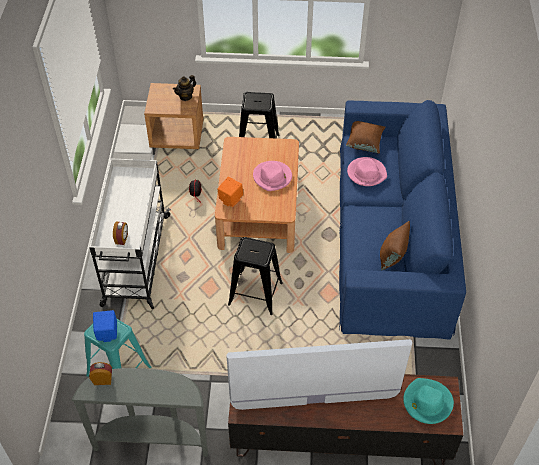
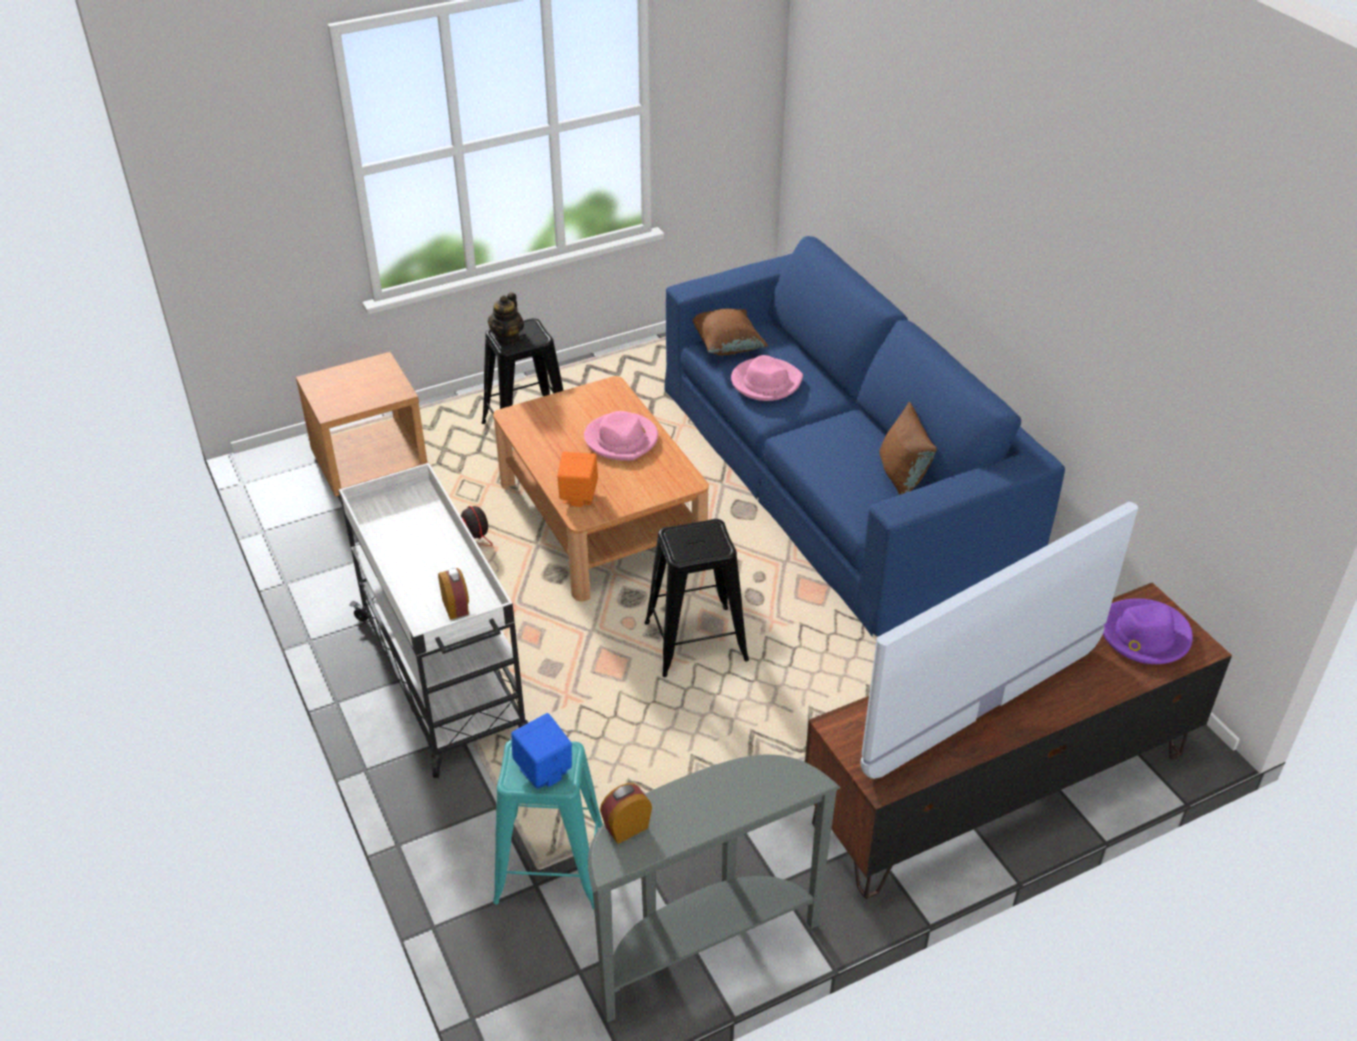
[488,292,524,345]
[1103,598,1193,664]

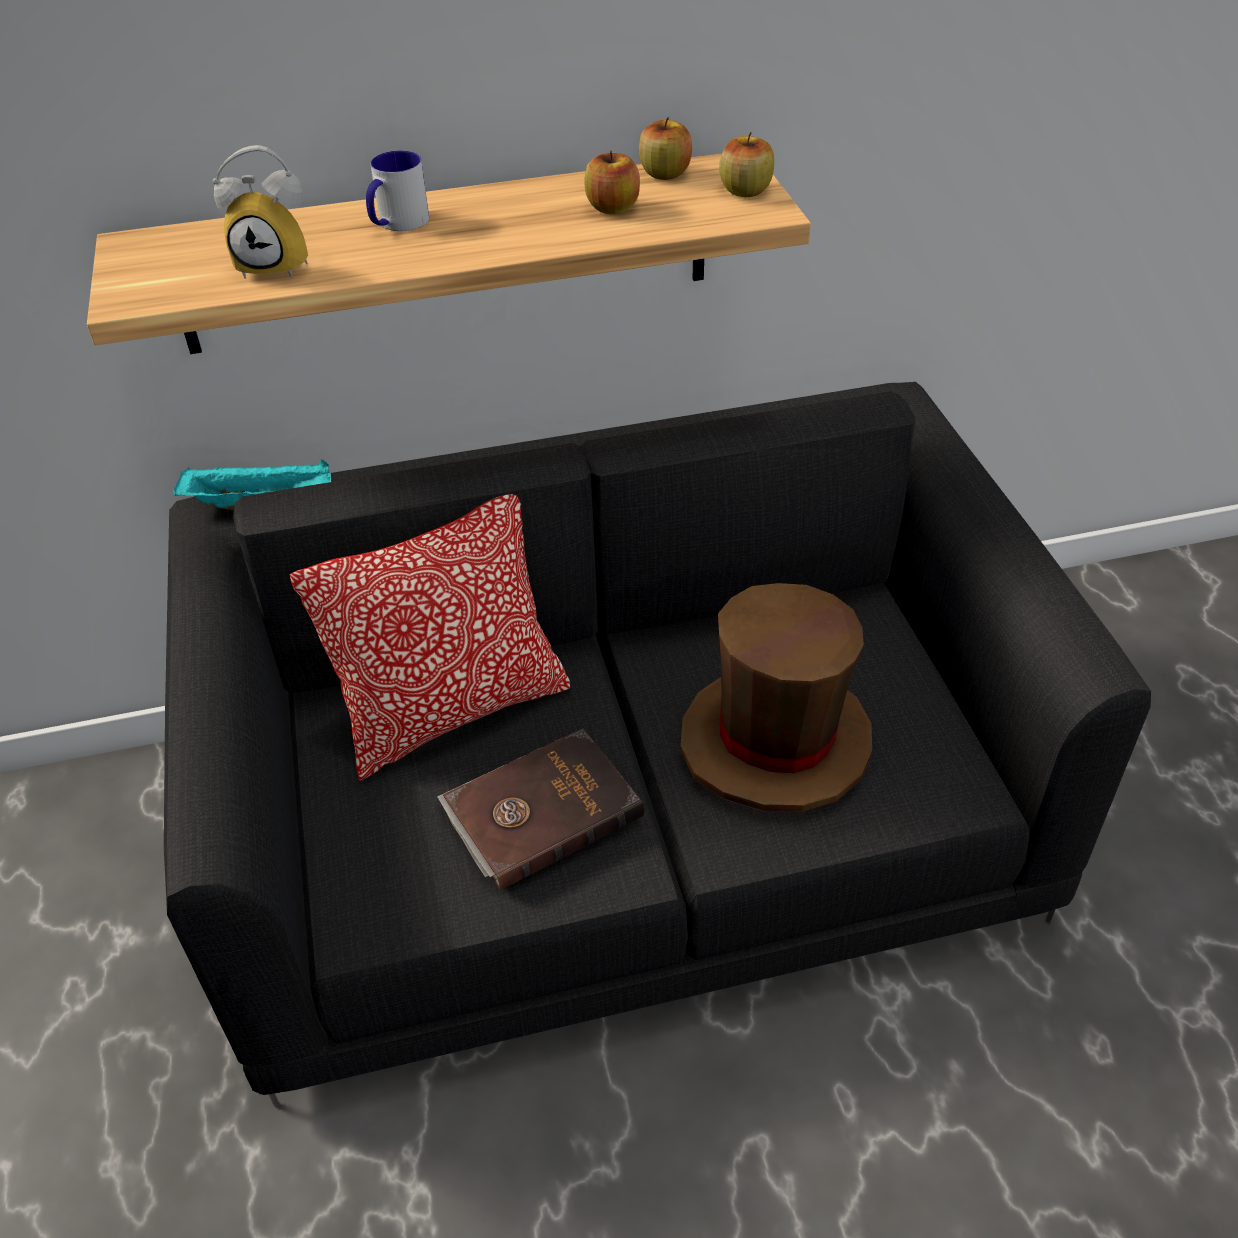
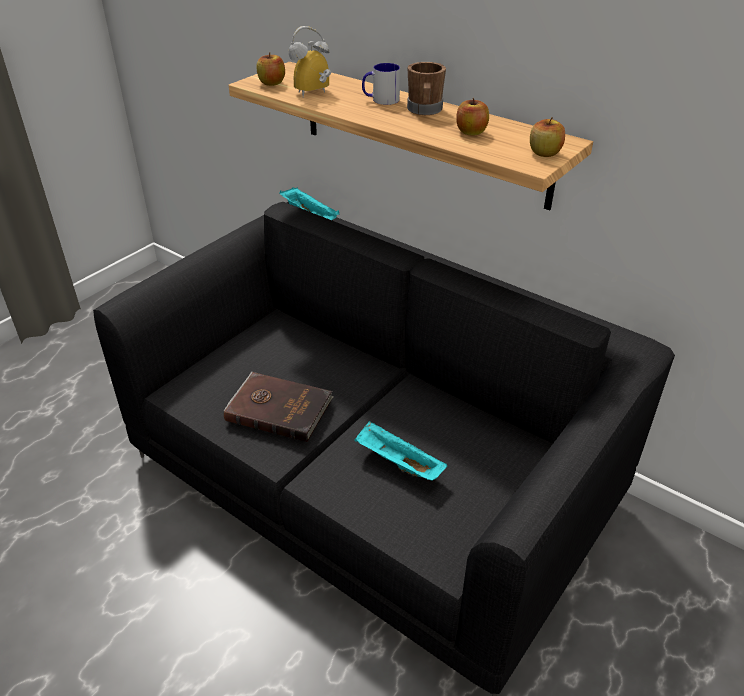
[289,26,331,97]
[290,494,570,781] (first image)
[256,52,285,86]
[354,421,447,480]
[407,62,446,115]

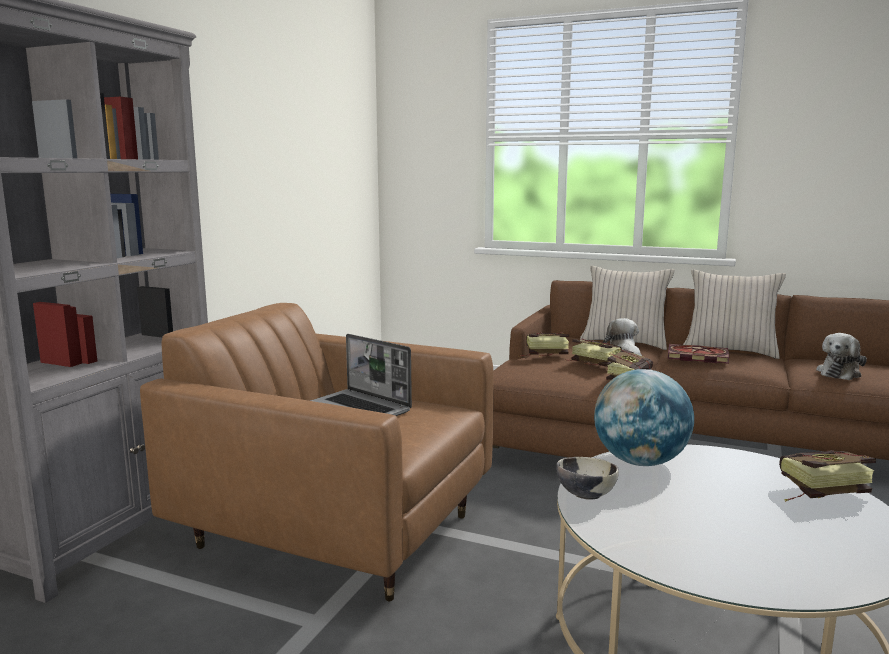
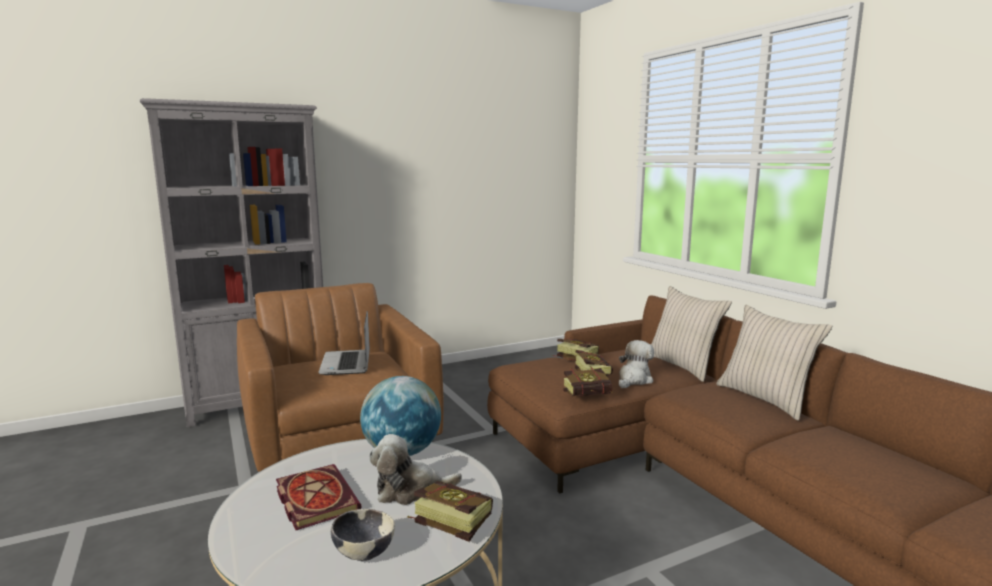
[331,509,395,561]
[276,464,361,530]
[369,434,462,505]

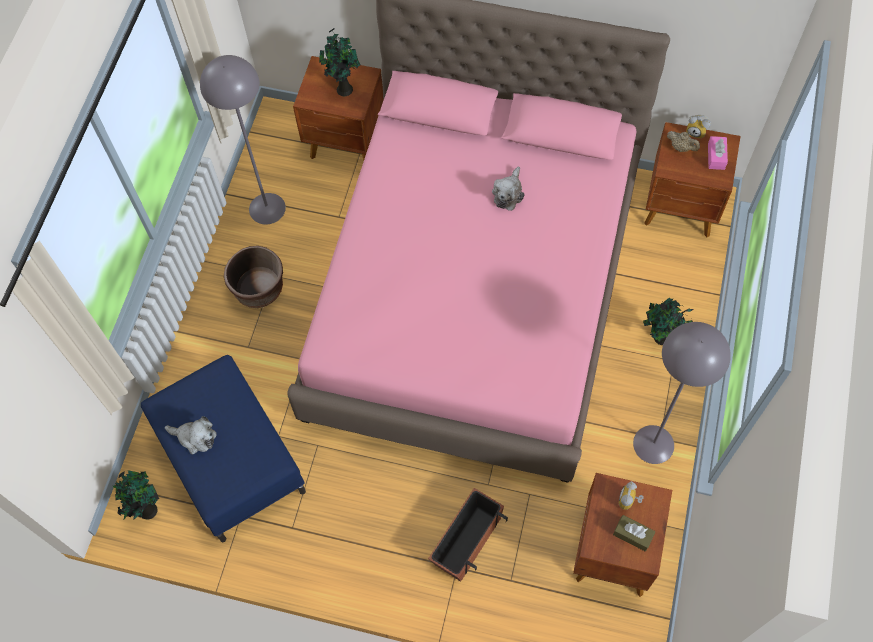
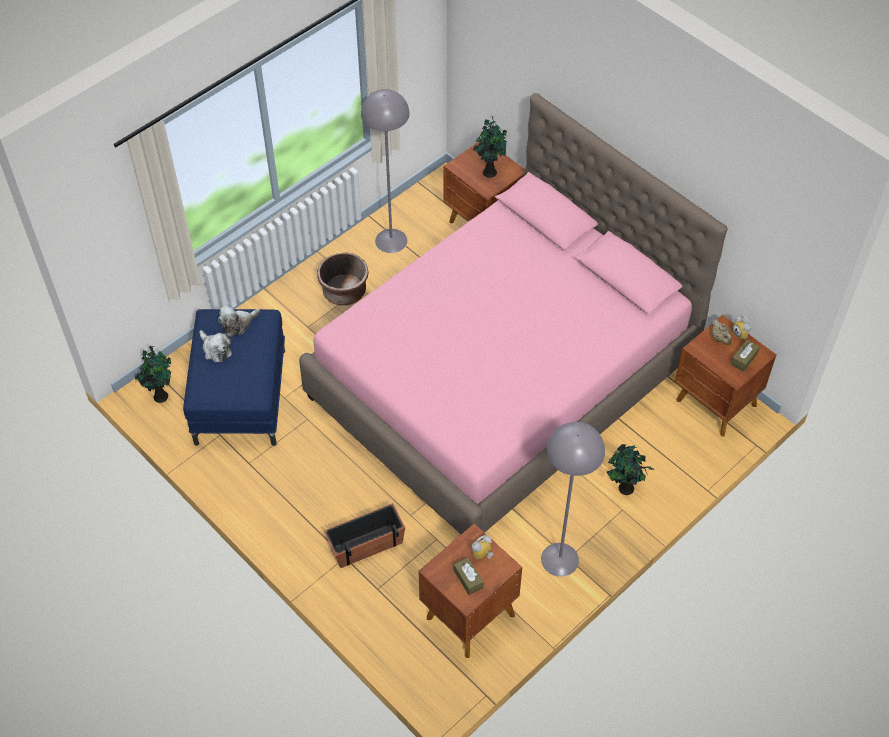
[218,306,260,337]
[731,340,760,372]

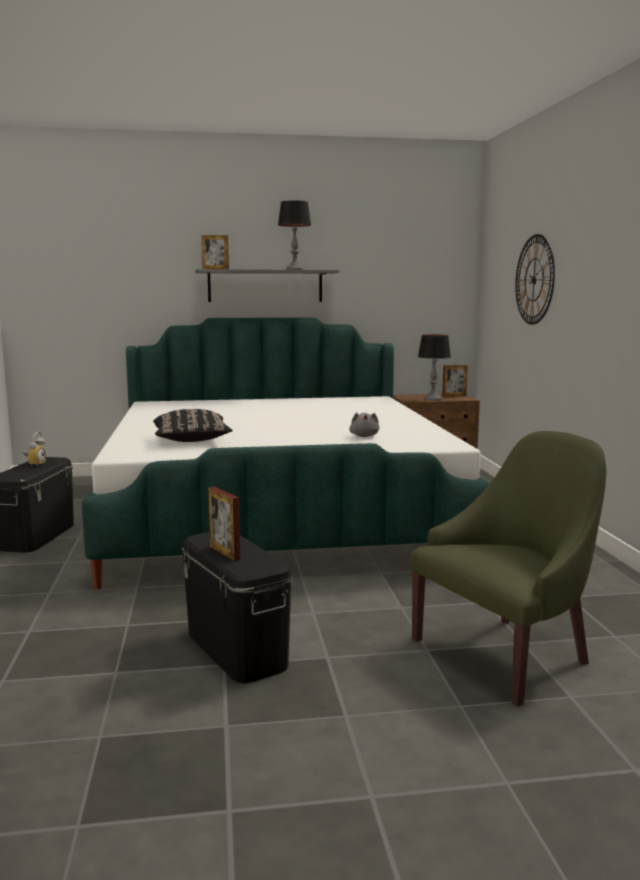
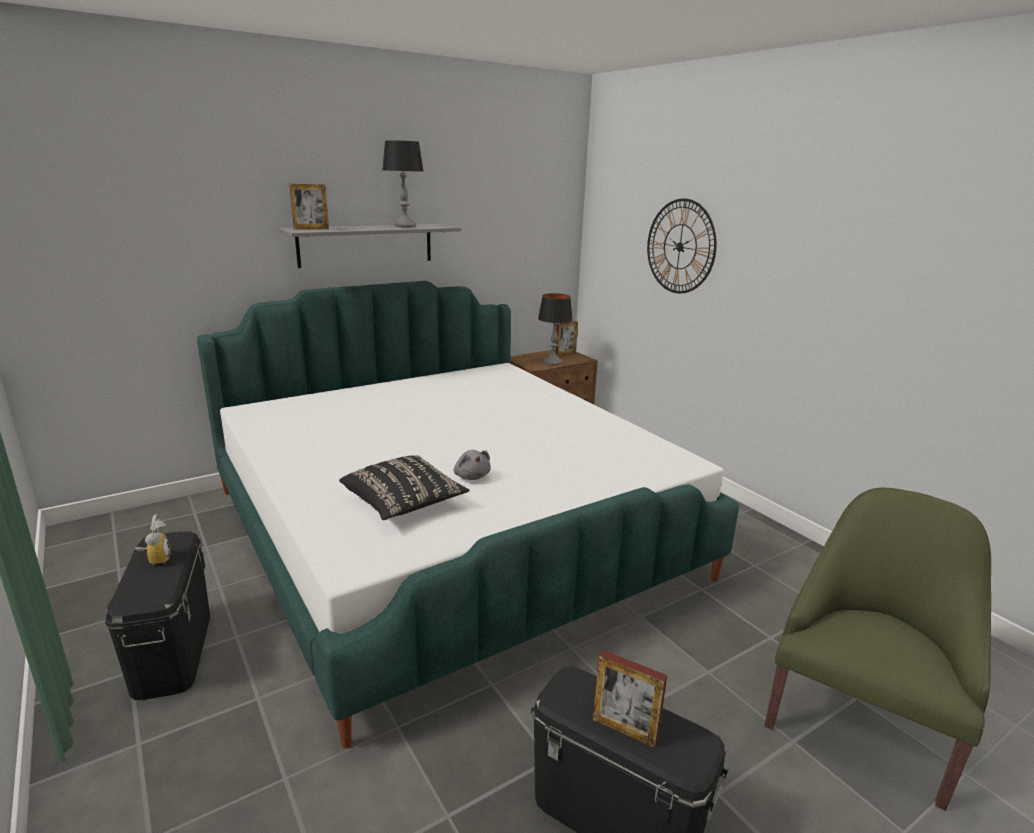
[454,450,491,480]

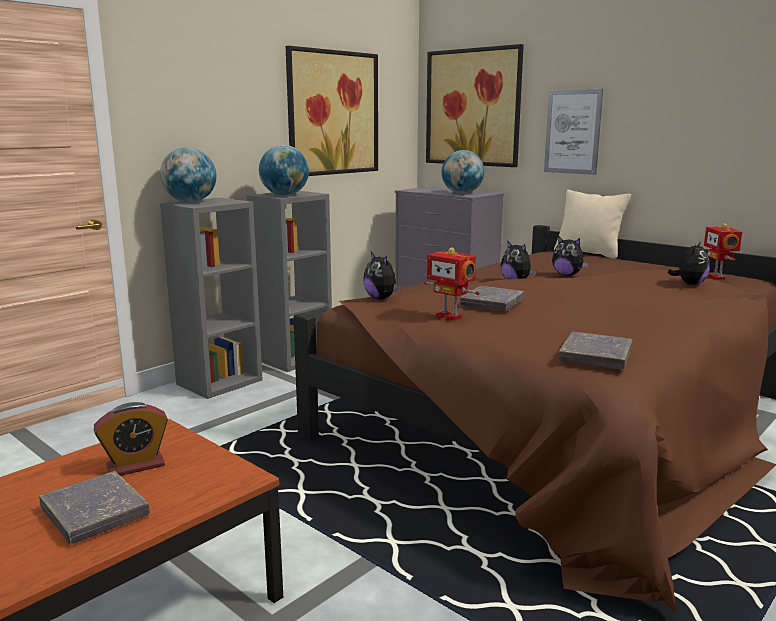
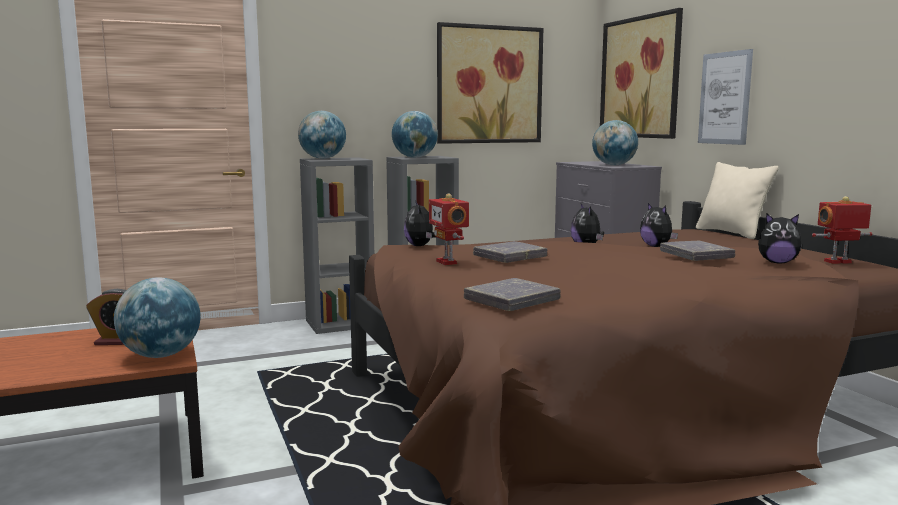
[660,241,735,261]
[758,214,802,264]
[812,196,872,264]
[114,277,201,358]

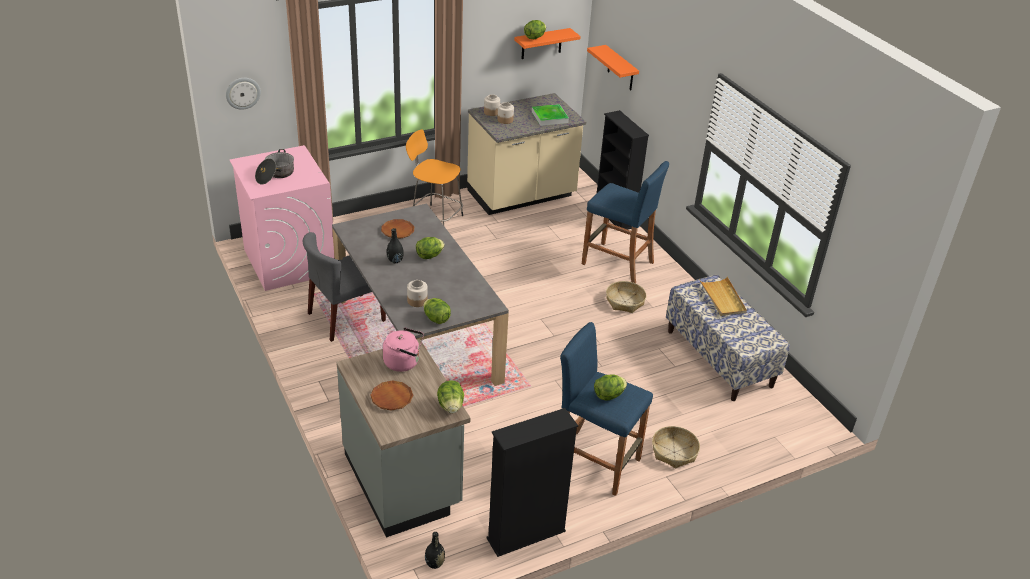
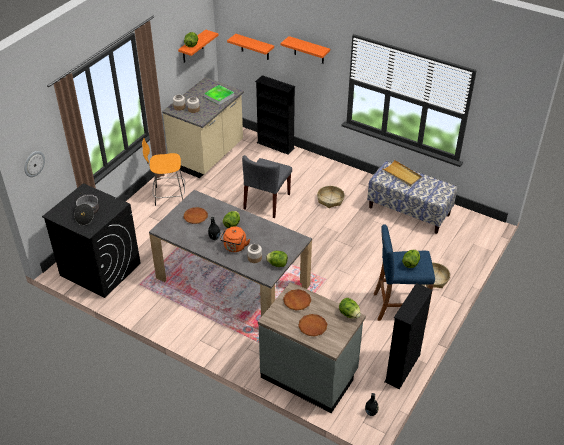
[42,183,140,298]
[242,155,292,218]
[283,289,311,310]
[582,161,669,283] (first image)
[220,226,250,252]
[280,36,330,64]

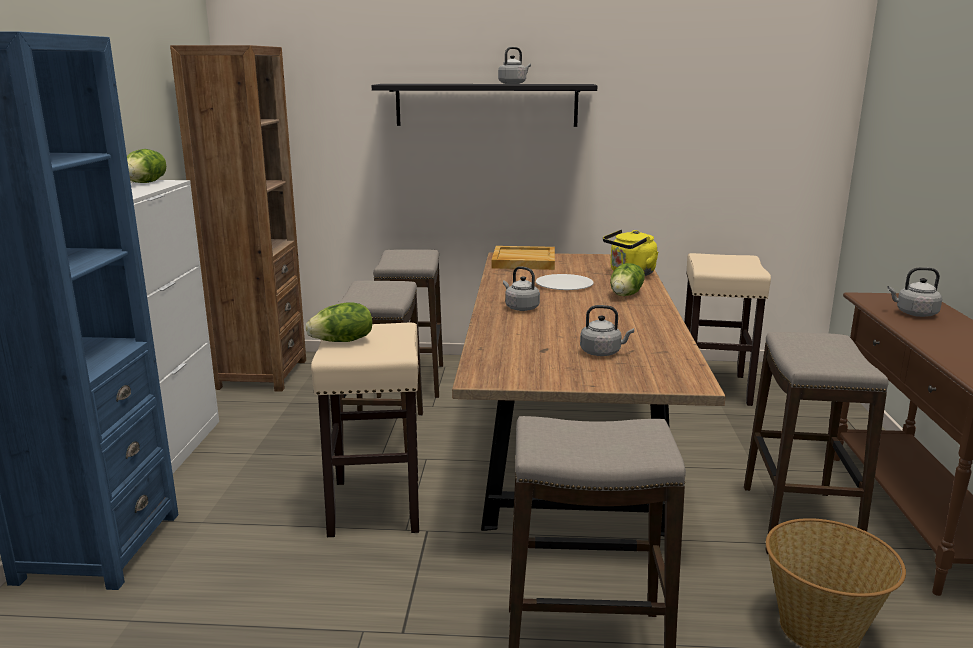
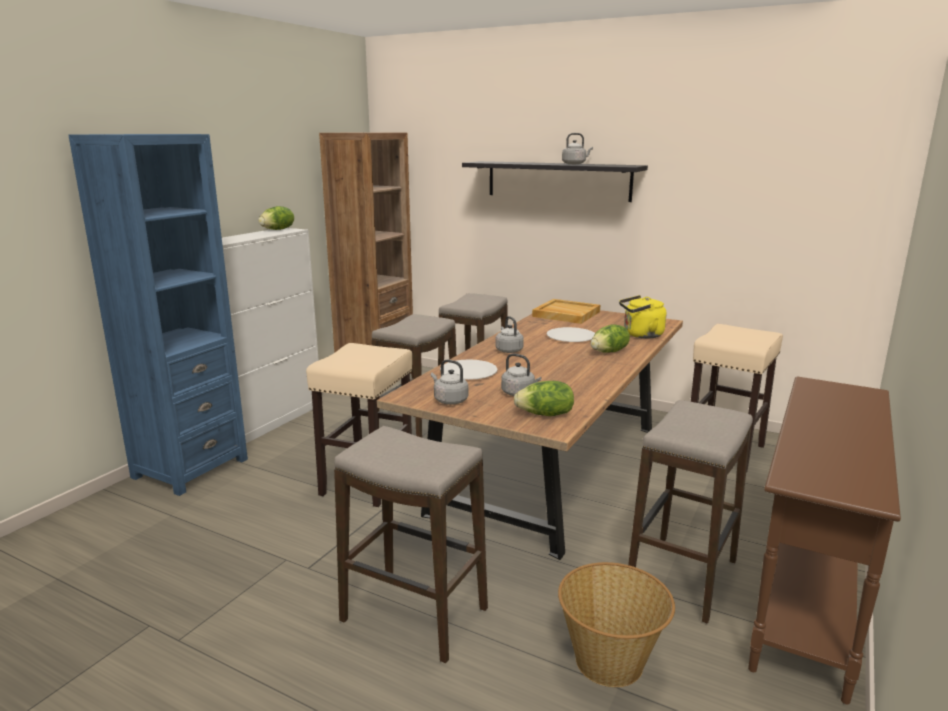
[514,381,574,416]
[431,359,469,405]
[440,359,498,380]

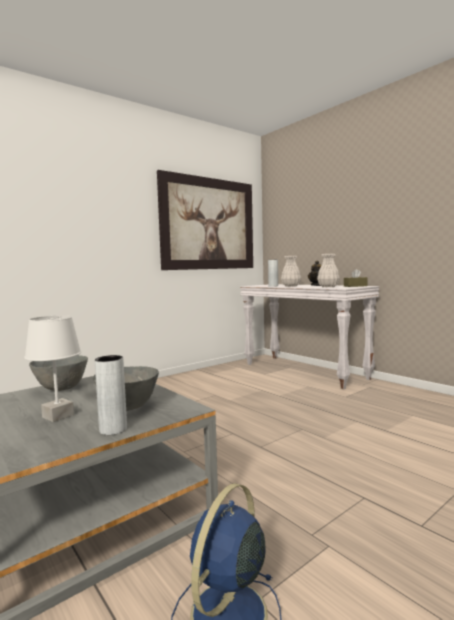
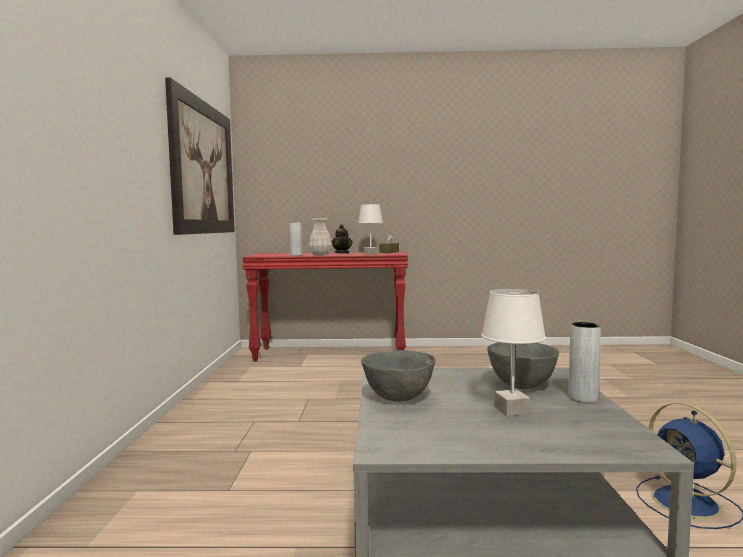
[242,252,408,362]
[358,204,383,254]

